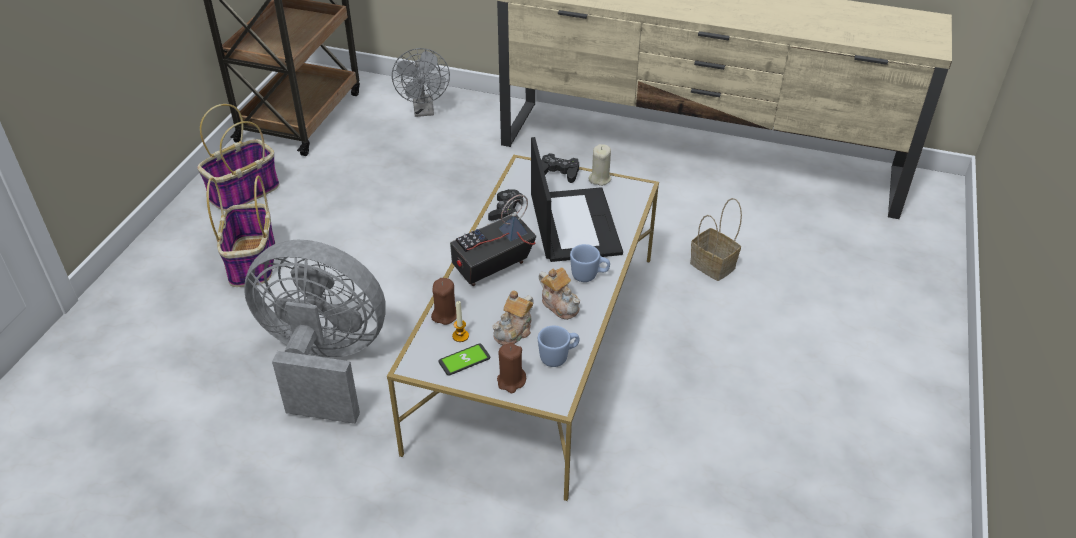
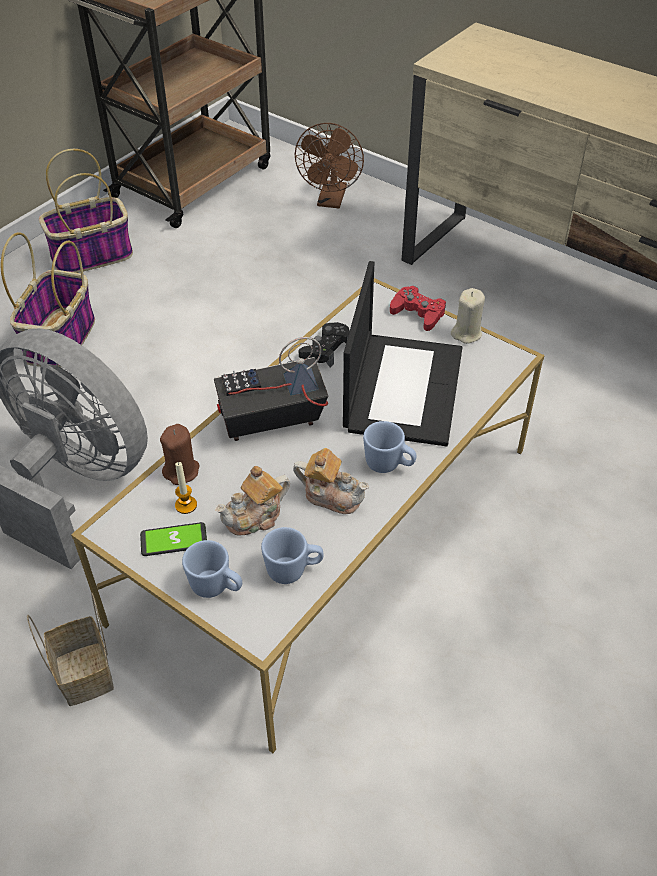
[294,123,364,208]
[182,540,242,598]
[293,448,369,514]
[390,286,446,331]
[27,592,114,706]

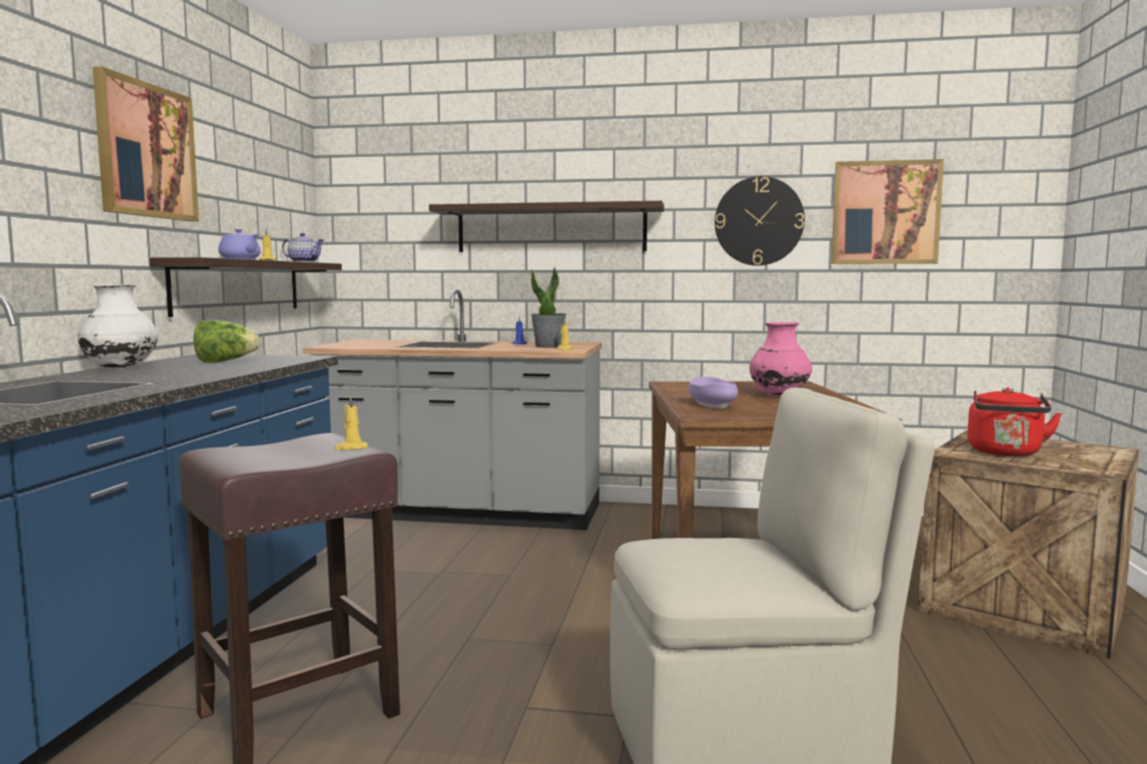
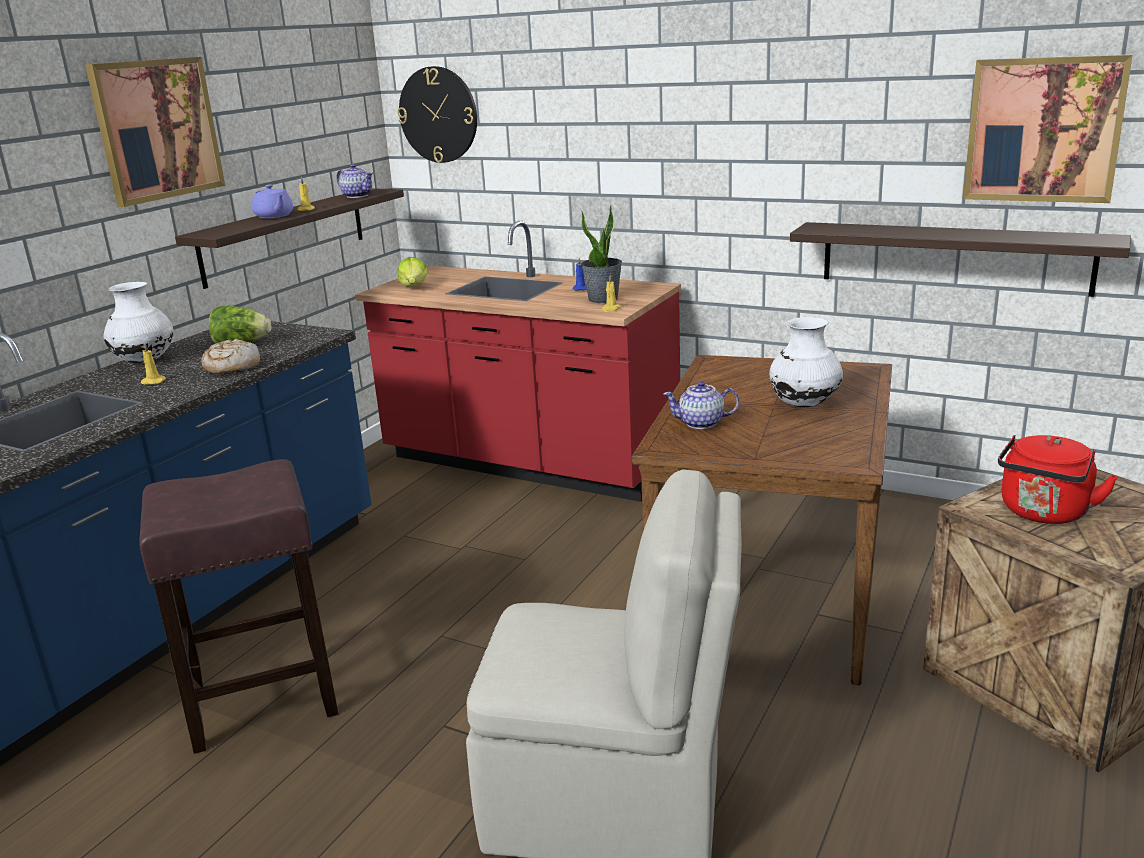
[355,221,681,502]
[141,343,166,385]
[790,222,1131,297]
[663,381,739,429]
[398,66,477,163]
[769,317,843,407]
[201,339,260,374]
[398,257,429,287]

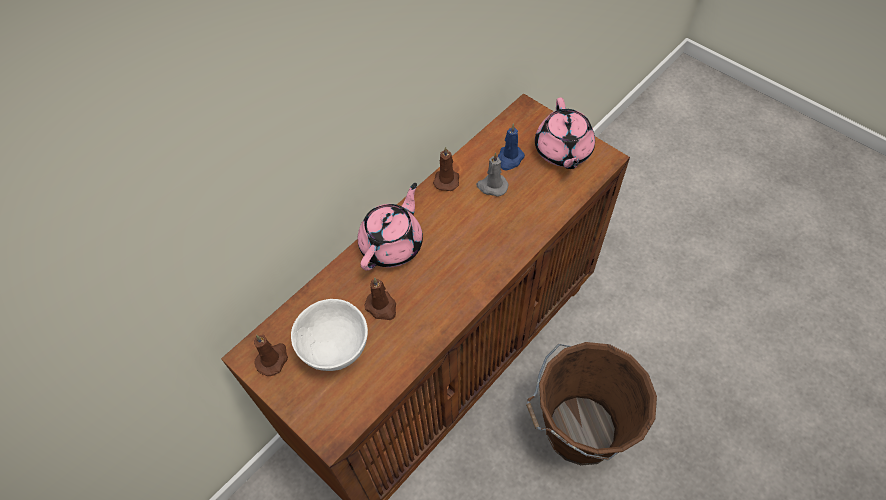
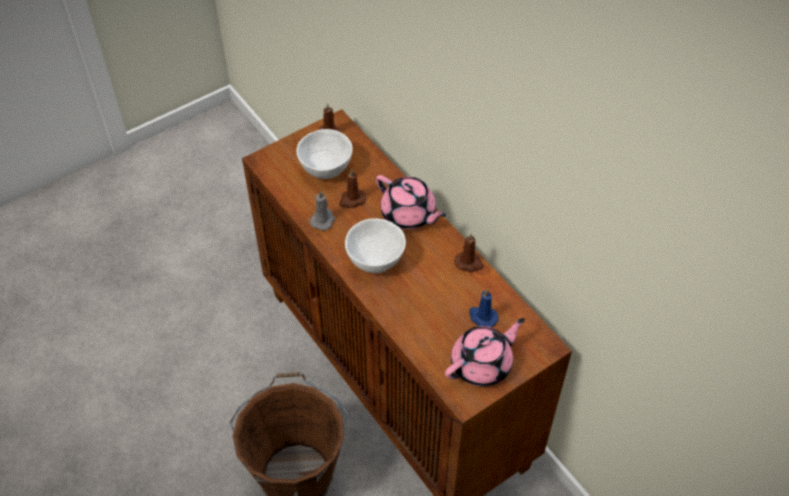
[310,190,335,231]
[445,318,525,387]
[345,218,406,273]

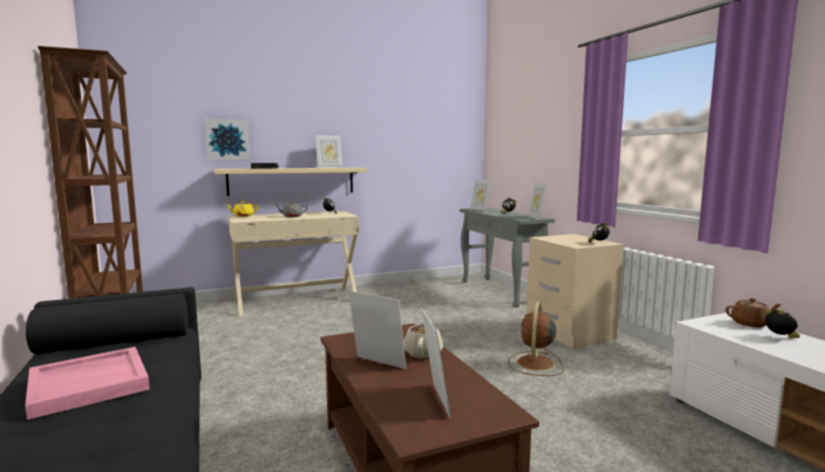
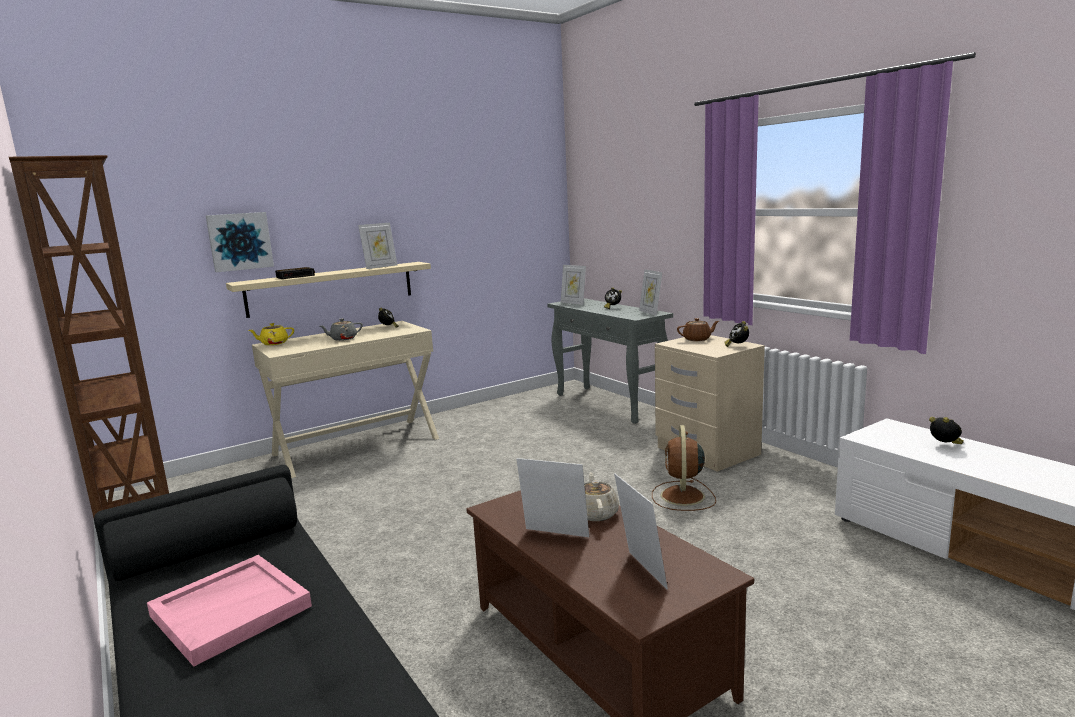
[677,318,719,341]

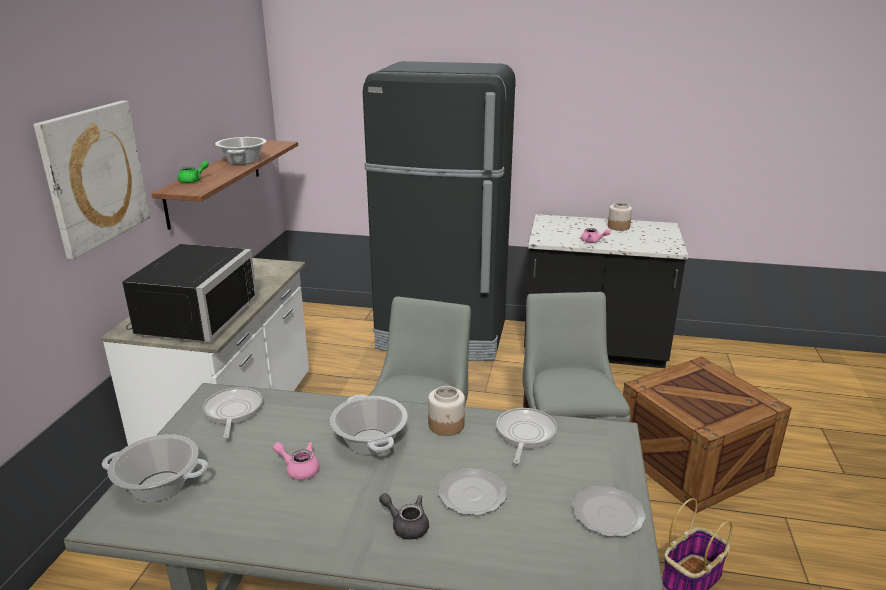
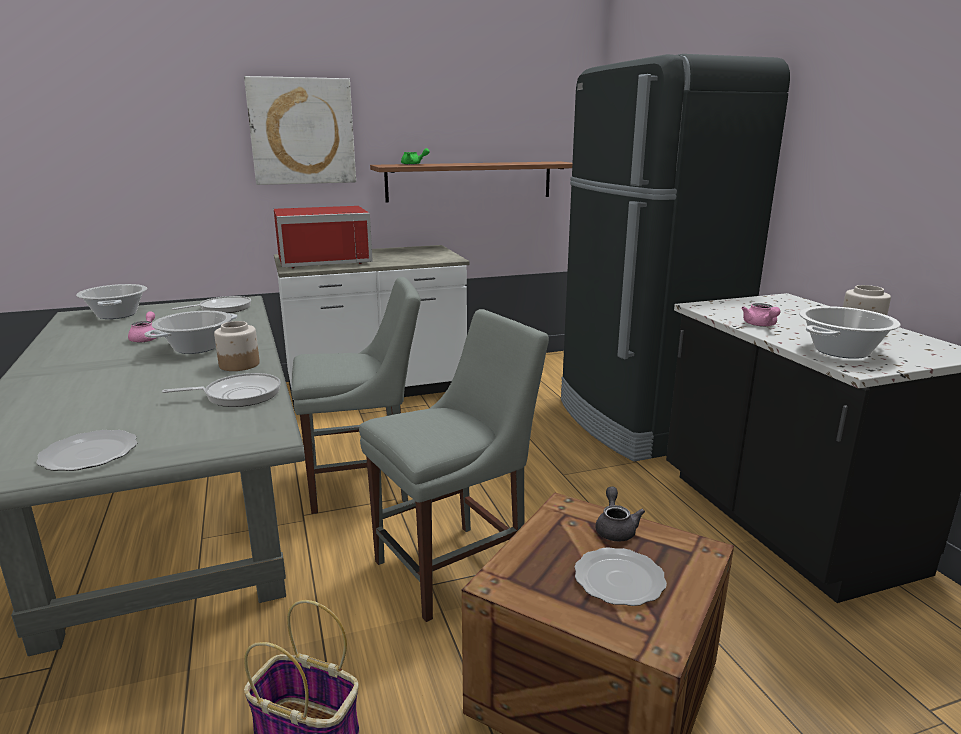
[274,206,373,268]
[799,306,901,359]
[596,486,645,542]
[574,547,667,606]

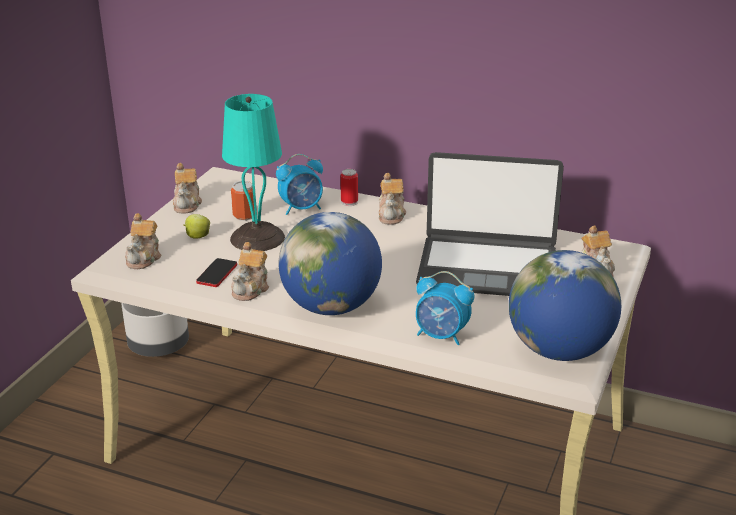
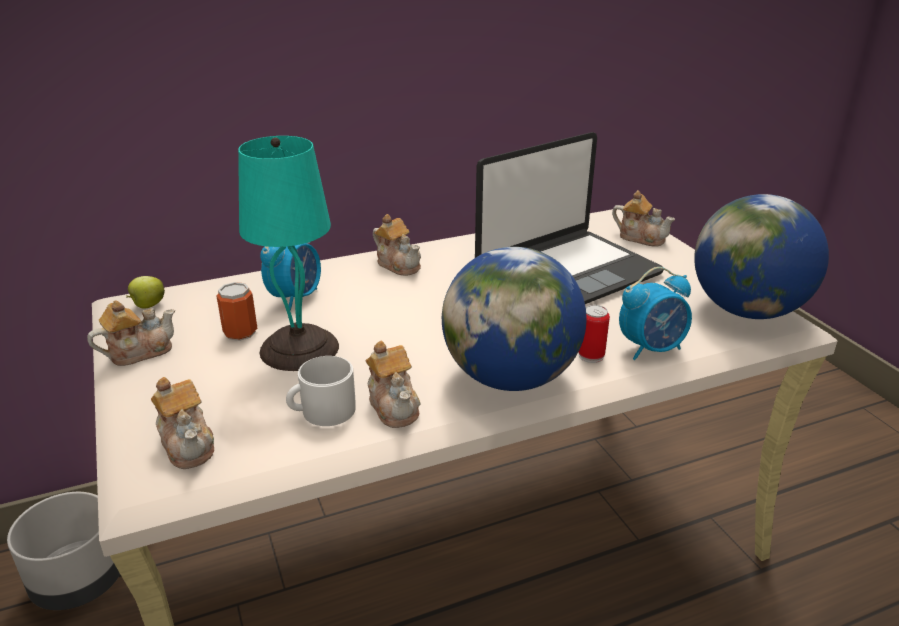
[87,300,175,366]
[126,276,165,309]
[286,356,356,426]
[578,305,610,363]

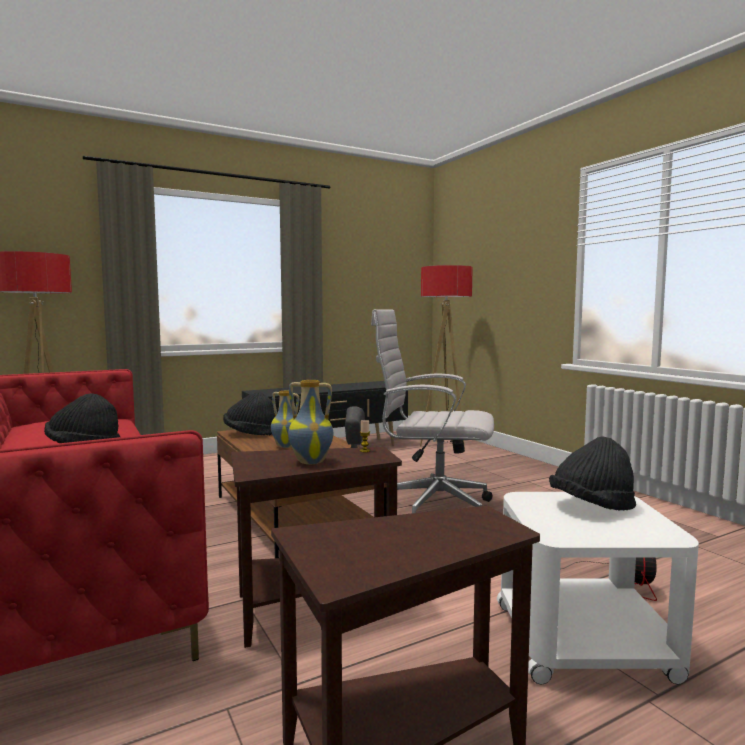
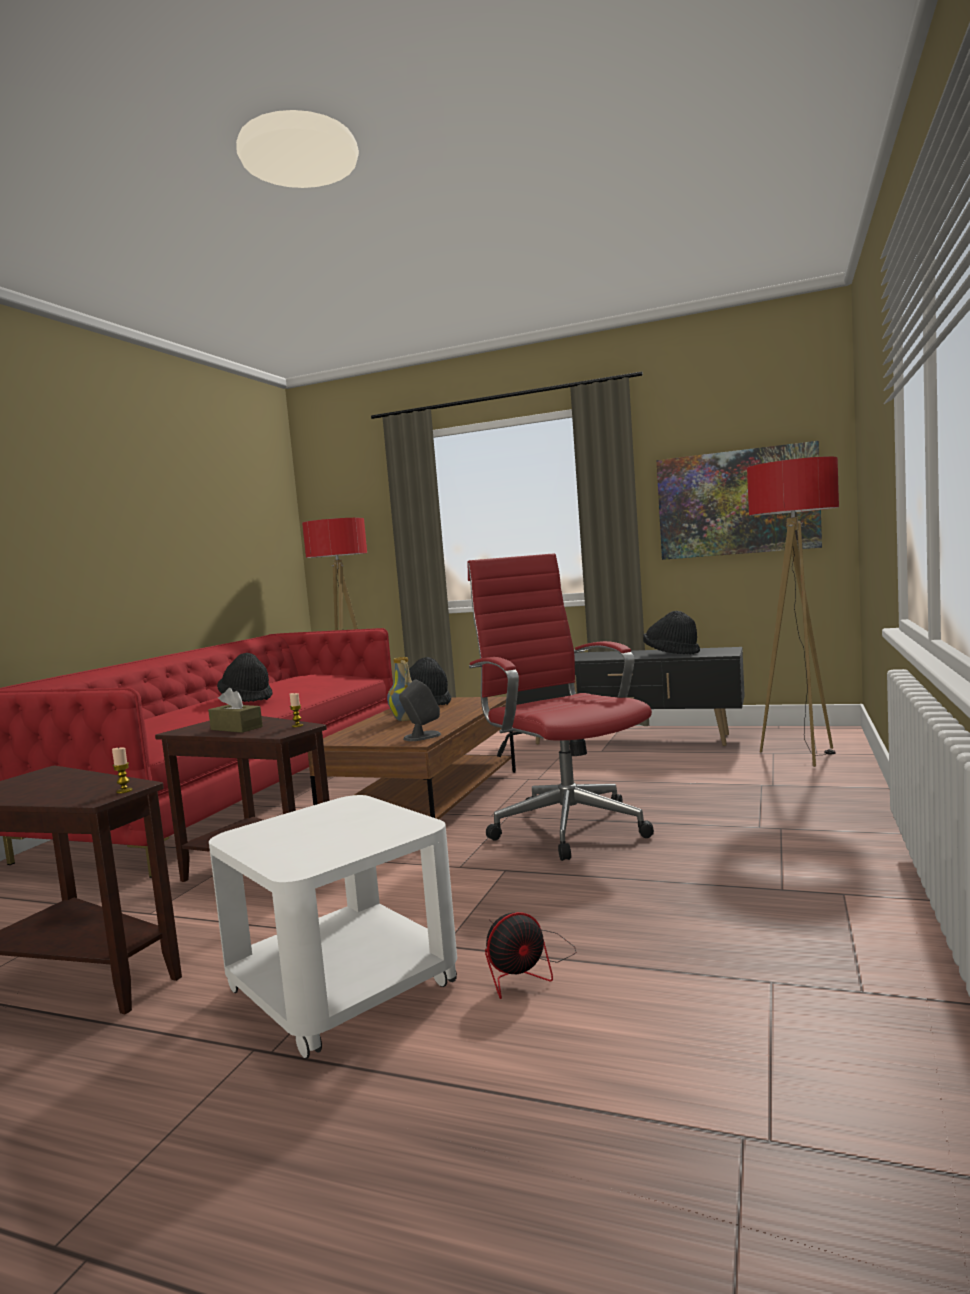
[208,688,263,733]
[467,553,654,861]
[643,611,700,655]
[112,747,133,793]
[656,441,822,560]

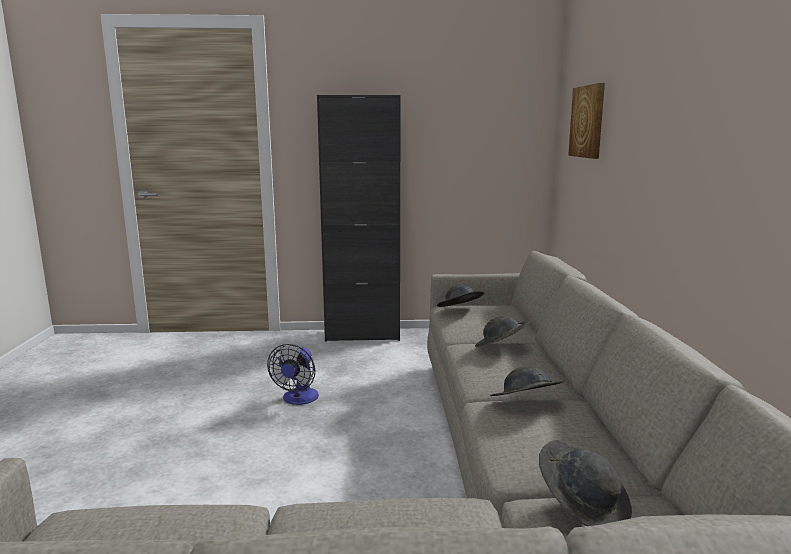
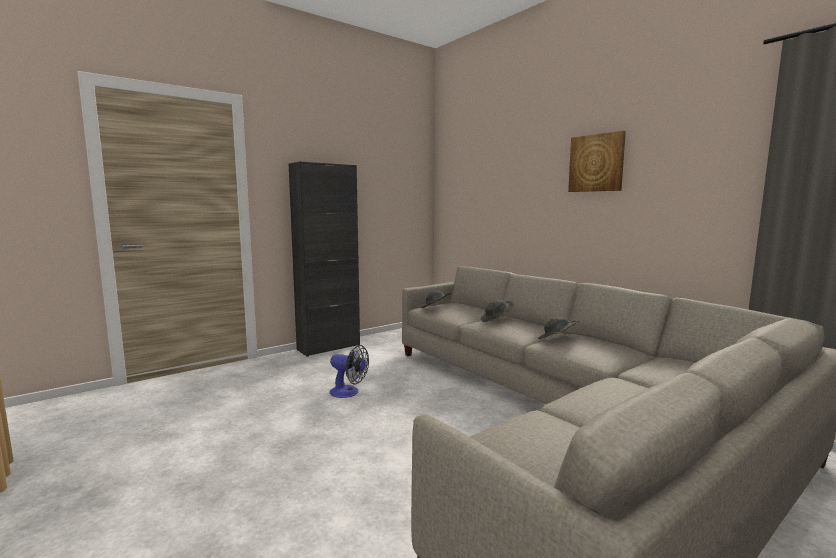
[329,345,369,398]
[539,440,632,526] (first image)
[568,131,626,192]

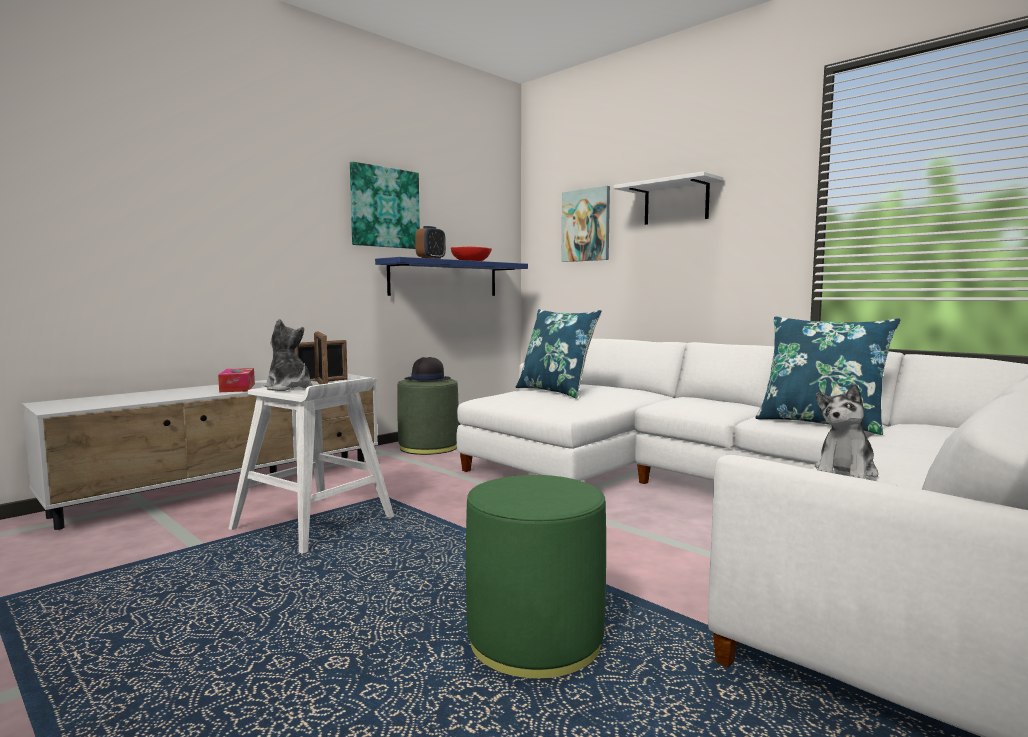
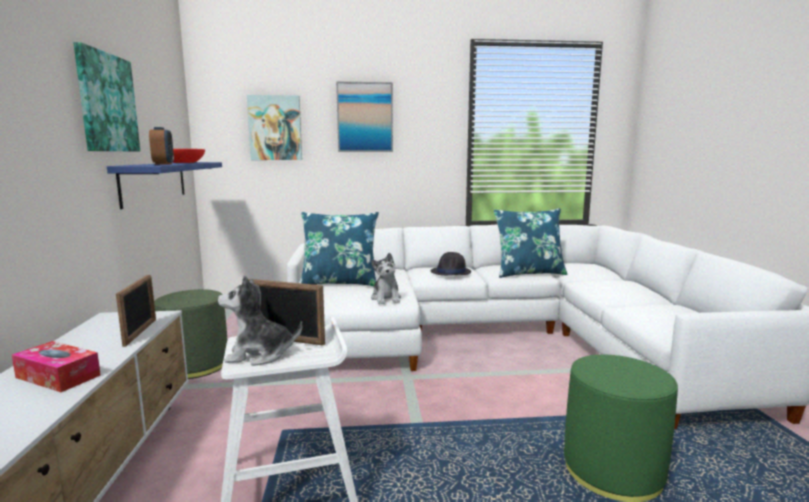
[431,252,471,276]
[336,82,393,152]
[371,253,401,304]

